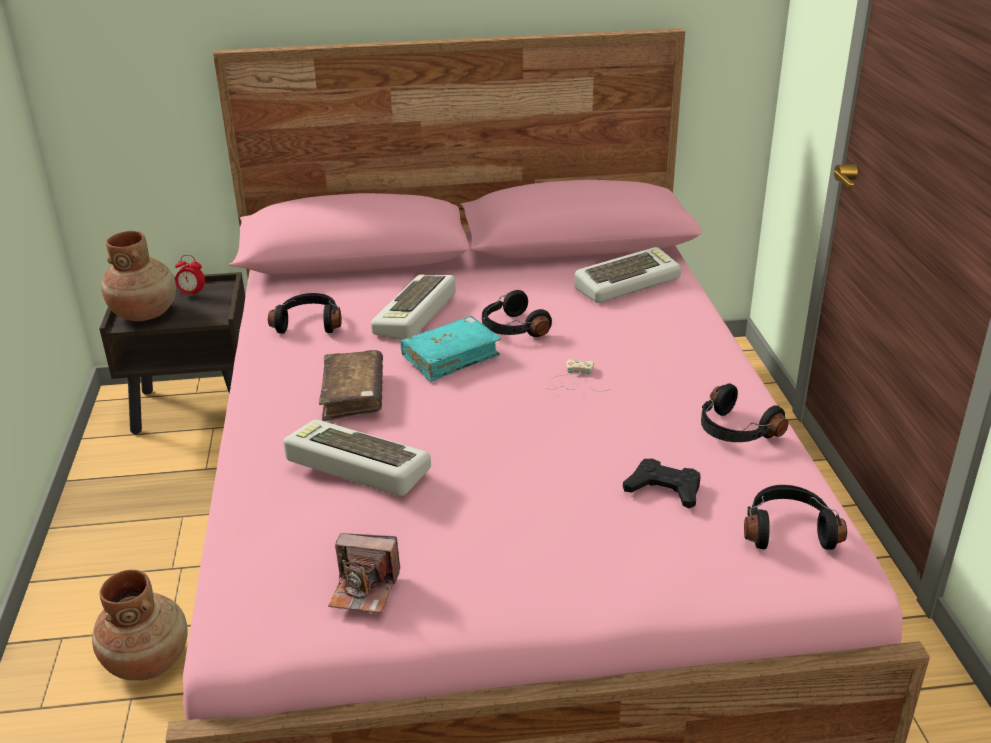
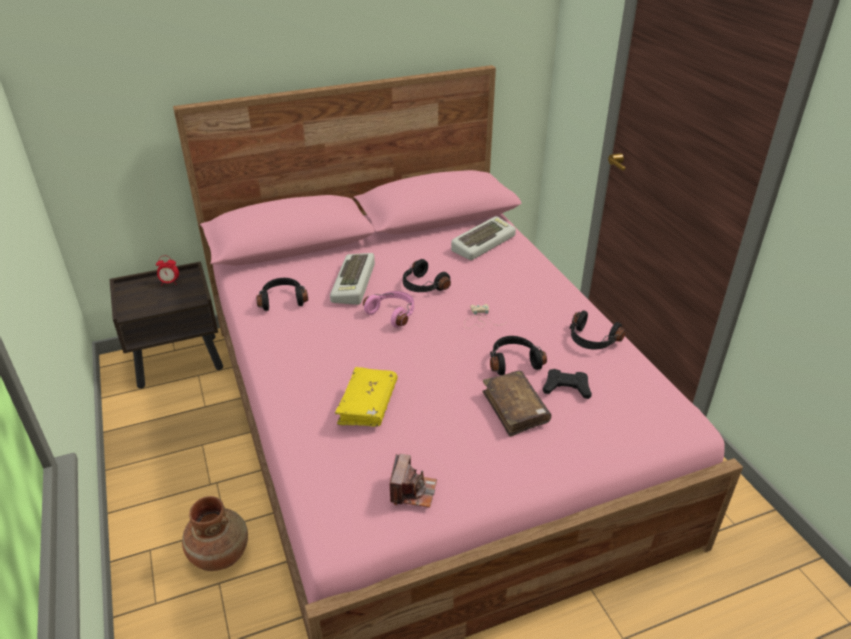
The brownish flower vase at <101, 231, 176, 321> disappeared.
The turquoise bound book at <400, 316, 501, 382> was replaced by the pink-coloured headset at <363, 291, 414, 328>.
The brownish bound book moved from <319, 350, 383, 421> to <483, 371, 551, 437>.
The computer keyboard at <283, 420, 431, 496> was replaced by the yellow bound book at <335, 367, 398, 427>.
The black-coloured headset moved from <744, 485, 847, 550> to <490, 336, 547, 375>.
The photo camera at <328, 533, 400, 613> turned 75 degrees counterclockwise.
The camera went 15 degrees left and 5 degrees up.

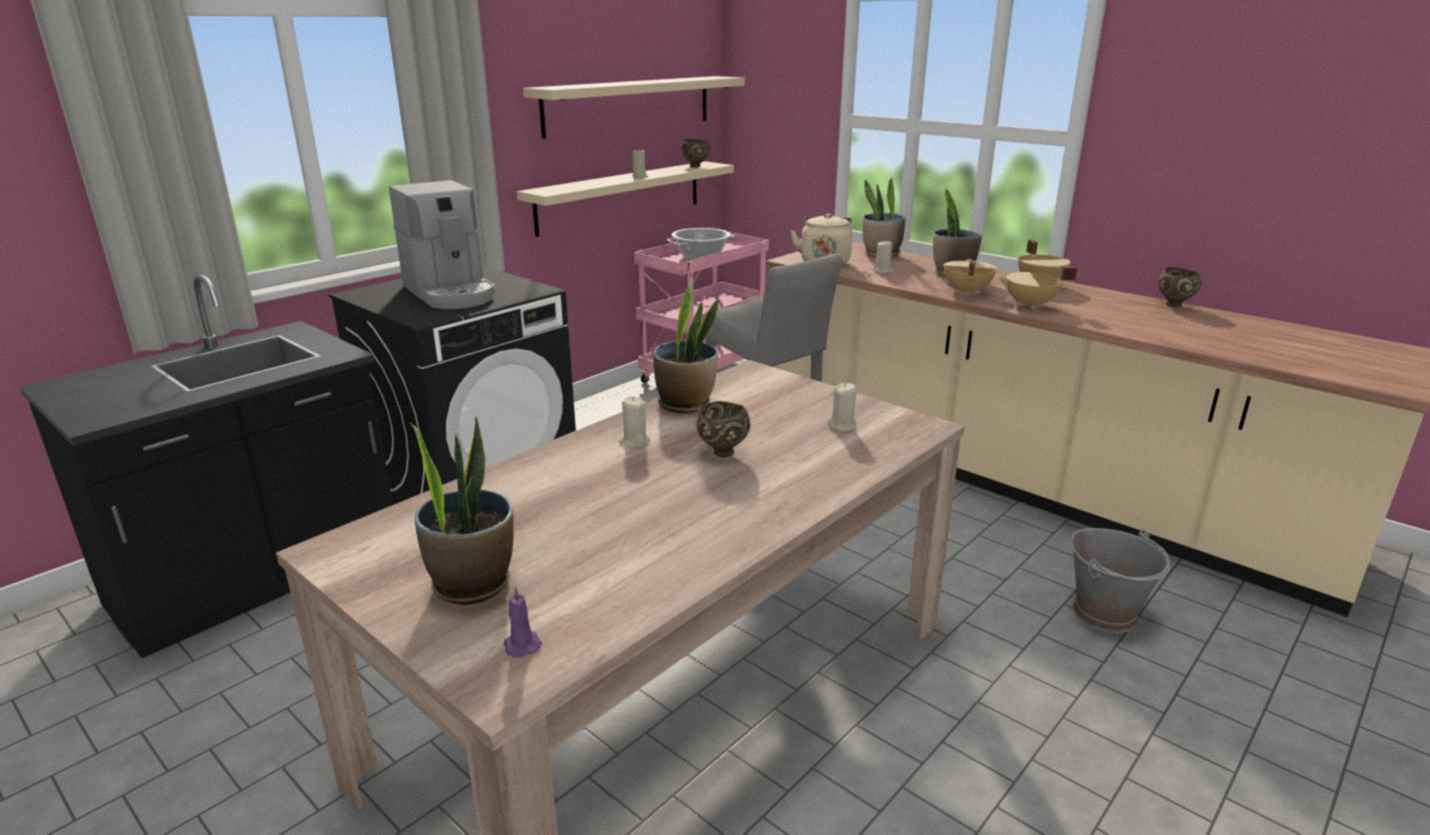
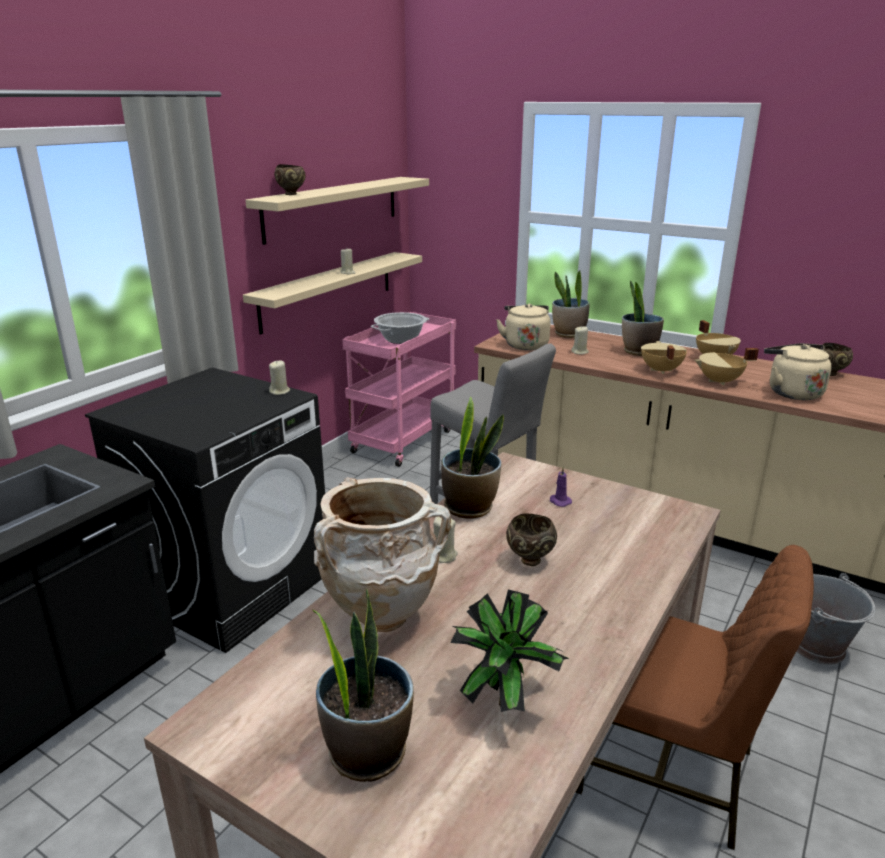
The brownish deep dish moved from <682, 139, 710, 167> to <274, 164, 306, 195>.
The coffee machine at <389, 180, 496, 309> disappeared.
The beige-coloured wax light moved from <828, 383, 857, 431> to <269, 360, 290, 395>.
The purple wax light moved from <504, 586, 542, 658> to <550, 467, 572, 507>.
The beige-coloured tea kettle at <764, 343, 832, 400> appeared.
The beige-coloured flower vase at <314, 477, 451, 632> appeared.
The brownish chair at <575, 545, 814, 850> appeared.
The potted plant at <450, 590, 569, 712> appeared.
The camera went 10 degrees left and 0 degrees up.

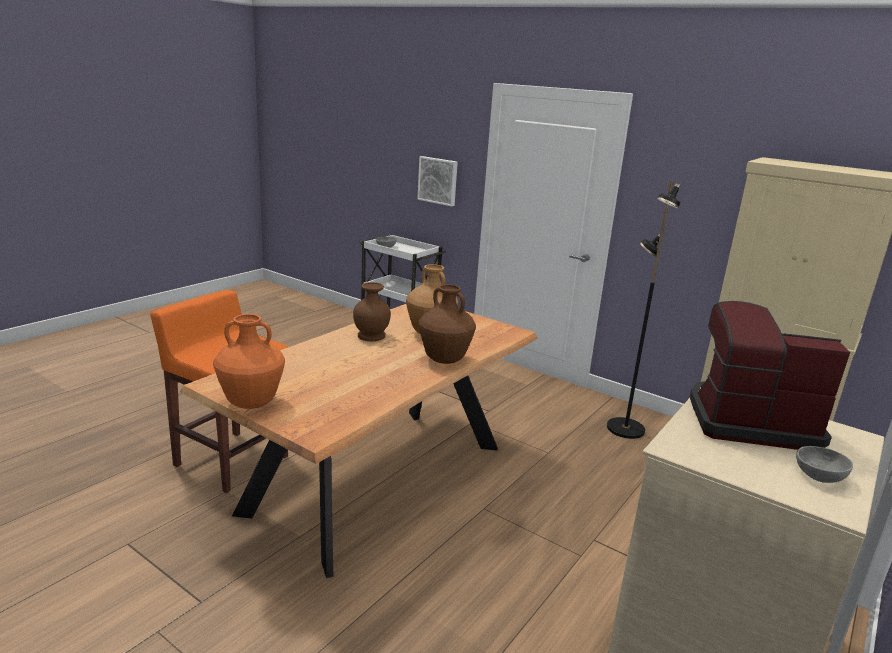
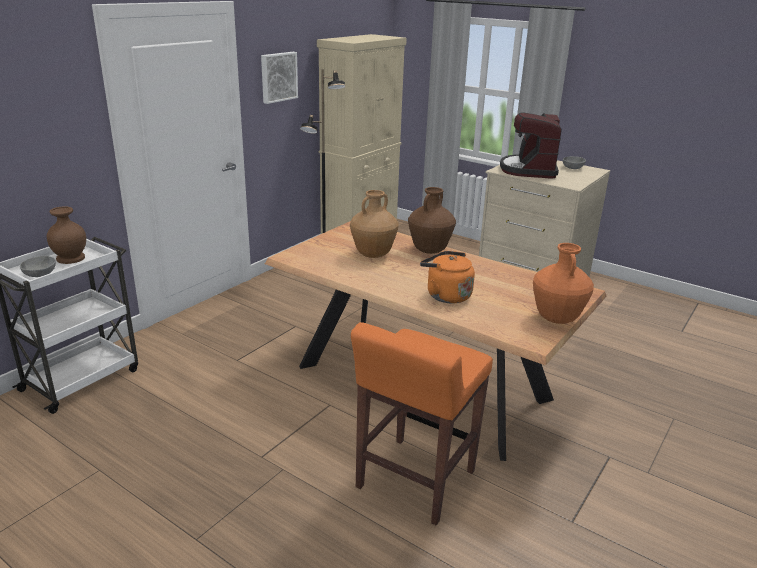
The wall picture moved from <417, 156, 458, 206> to <261, 52, 298, 104>.
The brownish flower vase moved from <353, 282, 391, 341> to <47, 206, 86, 264>.
The orangey tea kettle at <420, 251, 475, 303> appeared.
The camera went 90 degrees left and 5 degrees up.

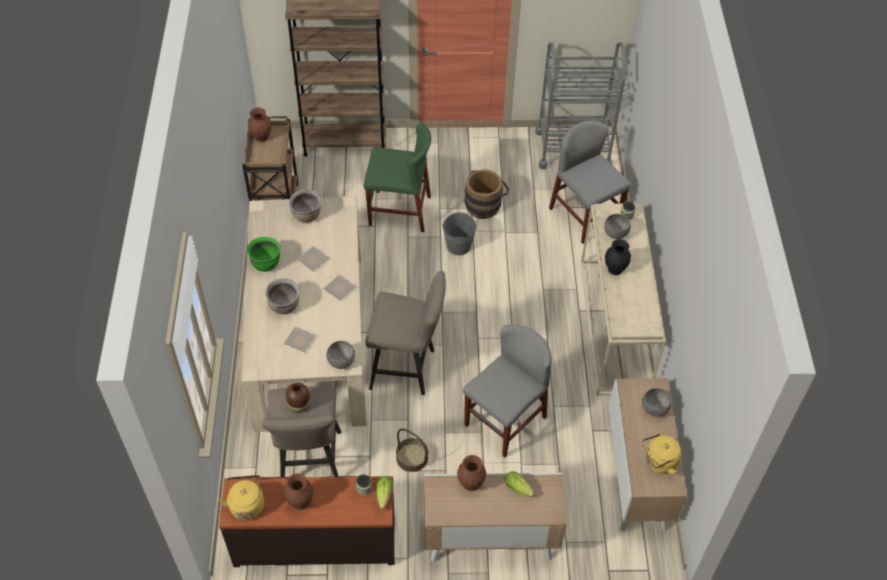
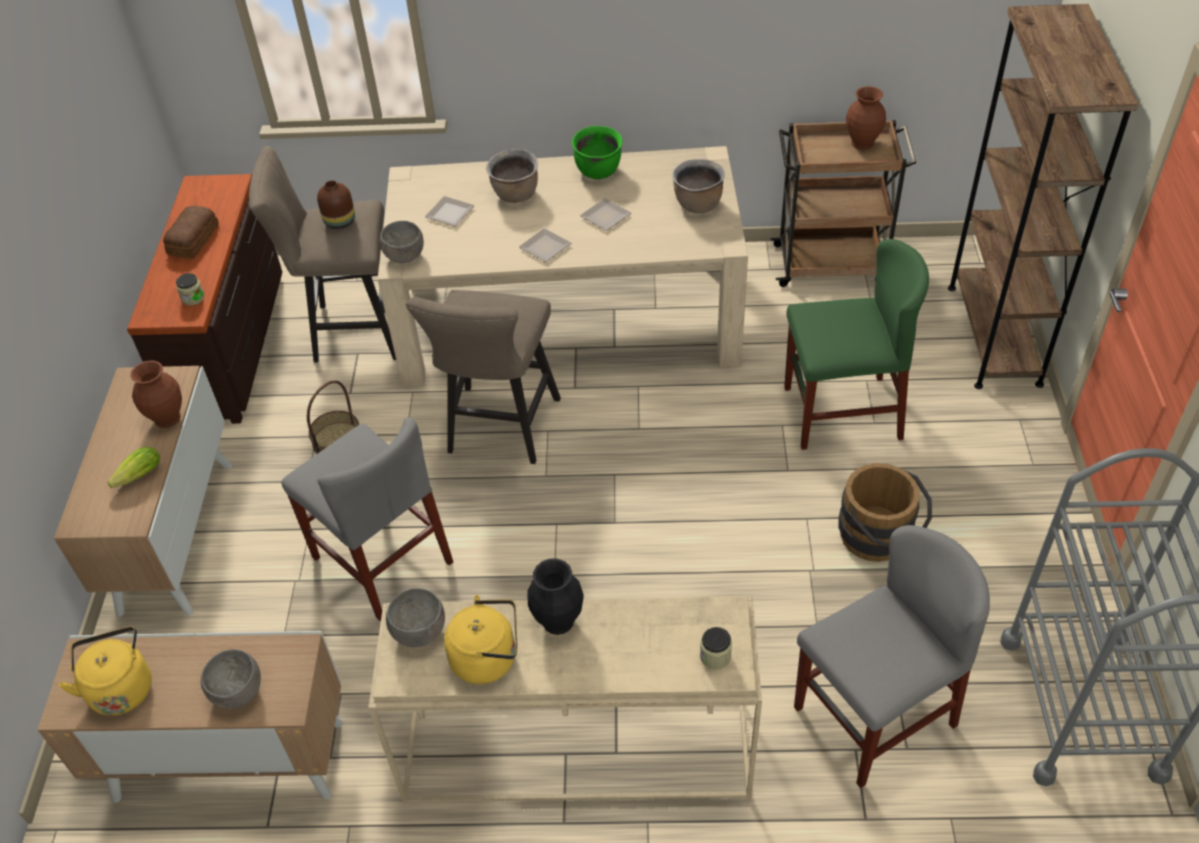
The greenish chair at <364, 124, 431, 232> turned 105 degrees counterclockwise.
The gray pail at <442, 212, 477, 255> disappeared.
The gray deep dish moved from <604, 214, 631, 239> to <386, 588, 445, 647>.
The brownish flower vase at <284, 473, 313, 510> was replaced by the baked bread at <163, 206, 219, 259>.
The yellow tea kettle moved from <219, 475, 264, 520> to <444, 595, 518, 684>.
The lettuce at <376, 476, 393, 509> disappeared.
The camera went 95 degrees right and 5 degrees down.

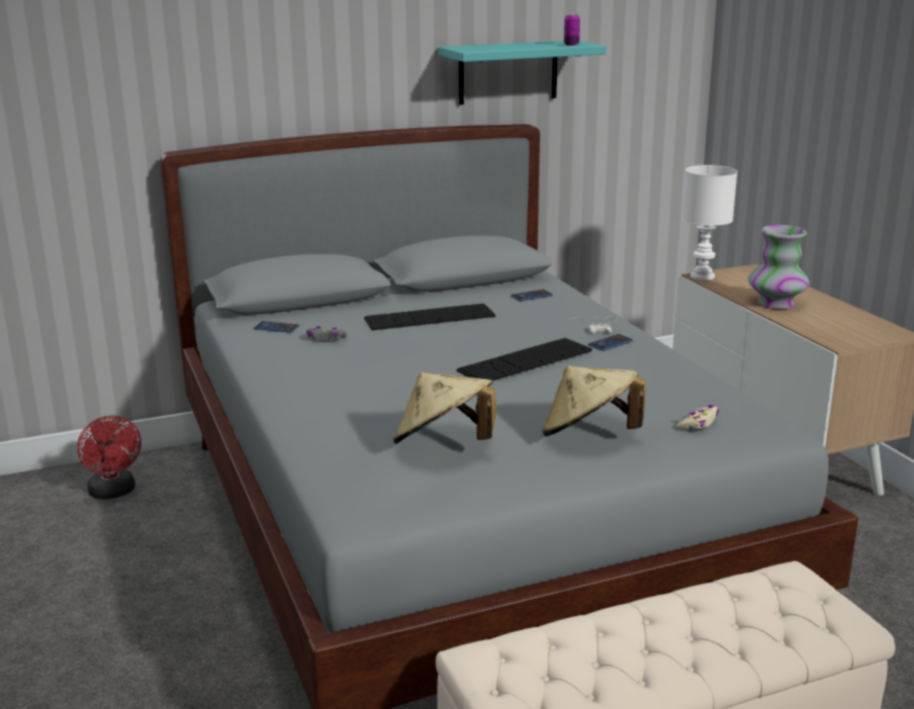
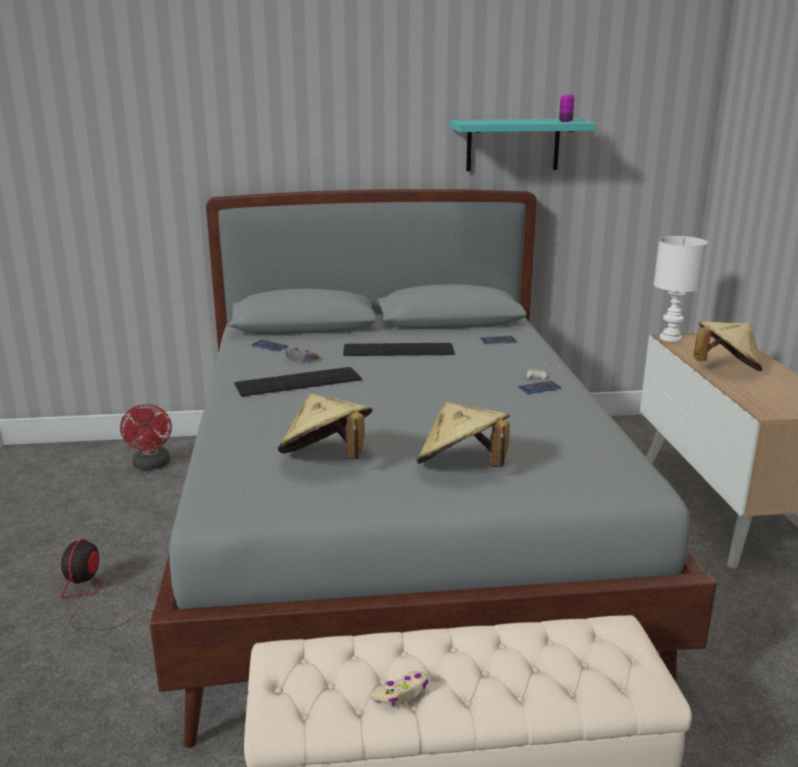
The flower vase at <748, 225, 809, 309> was replaced by the beige-coloured clothing hat at <694, 321, 763, 371>.
The computer keyboard moved from <457, 338, 592, 381> to <235, 367, 362, 397>.
The beige-coloured gamepad moved from <676, 405, 719, 429> to <369, 671, 428, 706>.
The electric fan at <61, 539, 154, 630> appeared.
The camera went 15 degrees right and 0 degrees up.

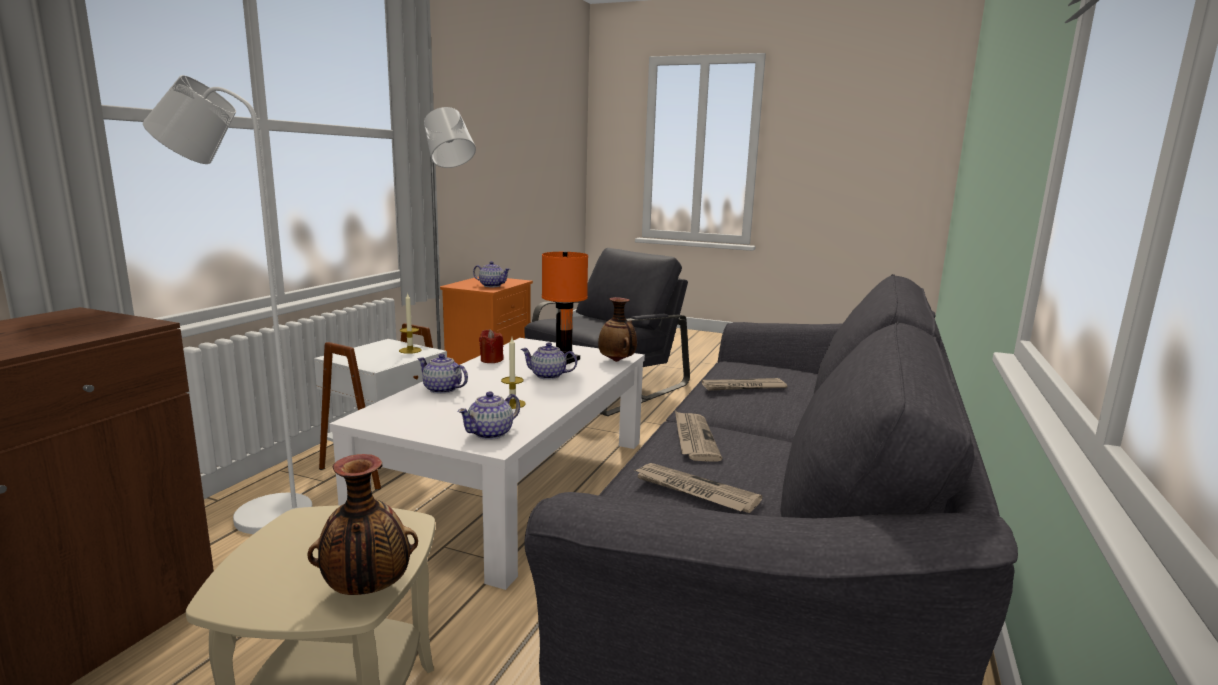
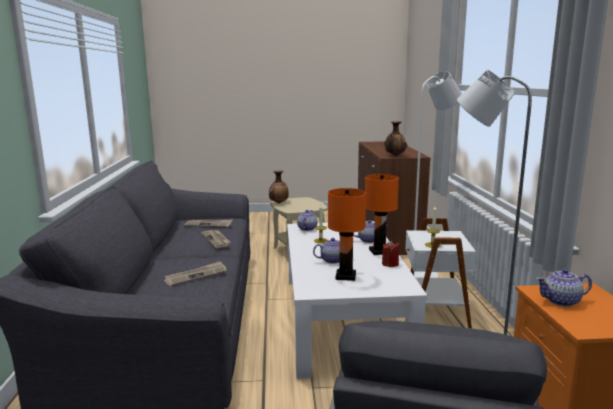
The flower vase moved from <598, 297, 637, 362> to <384, 121, 407, 156>.
The orangey table lamp at <365, 174, 399, 255> appeared.
The camera went 155 degrees right and 0 degrees up.

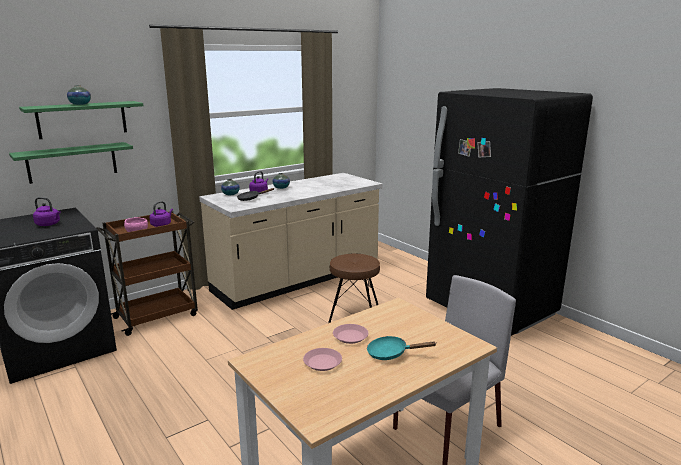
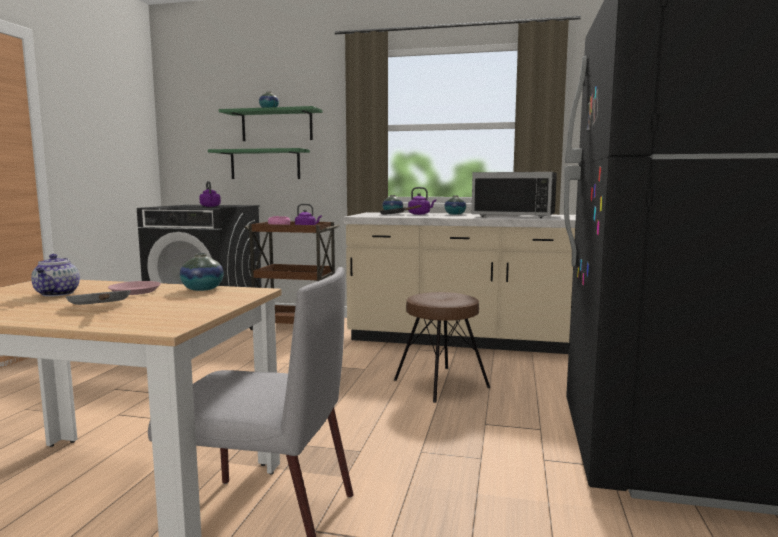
The turquoise skillet at <367, 336, 436, 360> became the gray skillet at <66, 290, 131, 305>.
The pink-coloured plate at <303, 348, 342, 371> was replaced by the pot for tea at <31, 254, 80, 297>.
The black-coloured microwave at <472, 172, 557, 218> appeared.
The flower vase at <180, 253, 224, 291> appeared.
The camera went 50 degrees right and 10 degrees down.

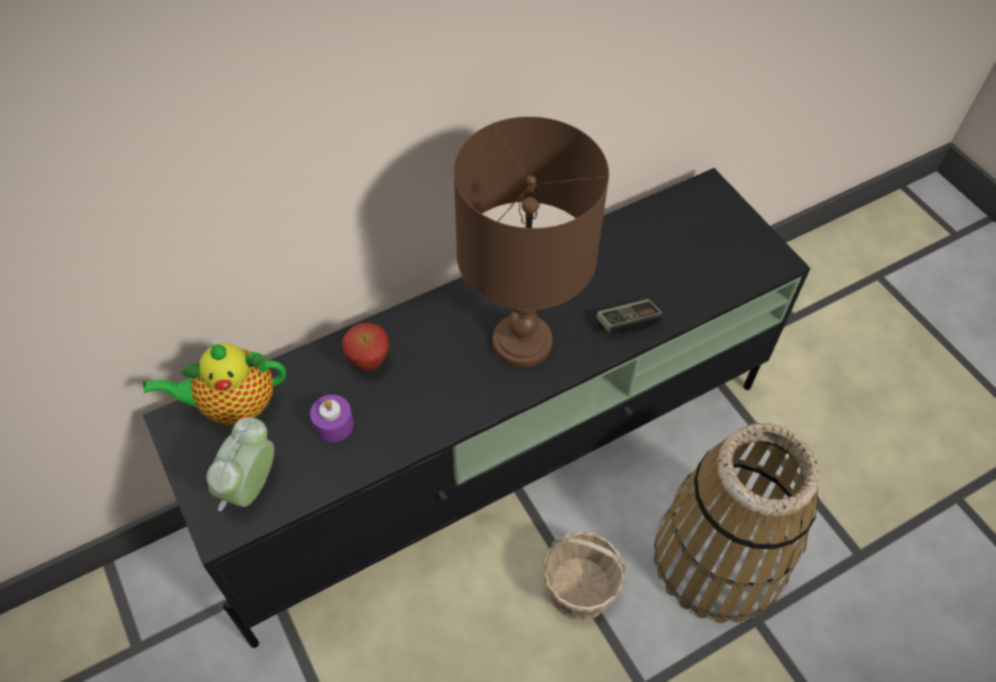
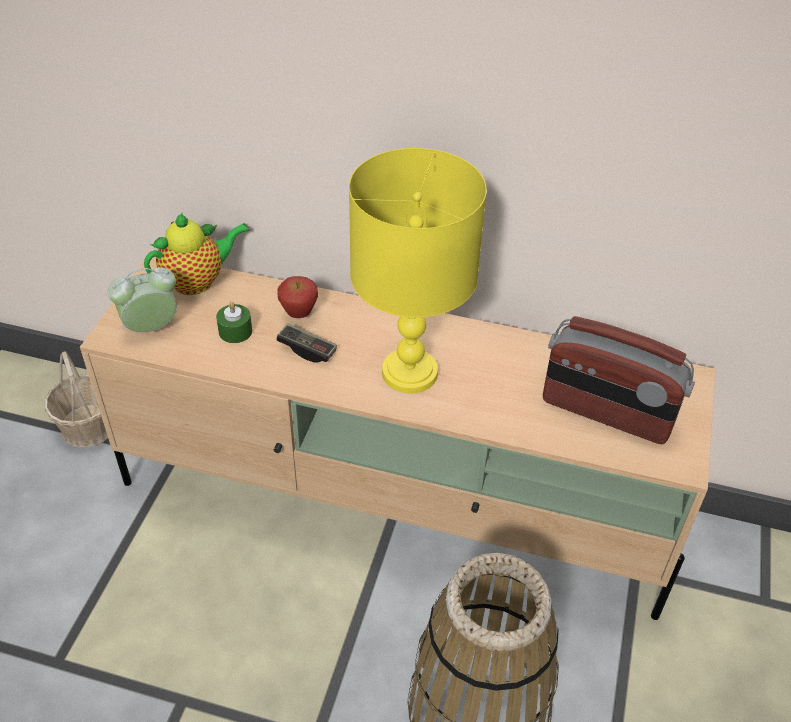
The brownish table lamp at <454, 117, 609, 367> became the yellow table lamp at <349, 148, 487, 393>.
The black-coloured media console at <143, 168, 811, 648> became the beige-coloured media console at <80, 257, 715, 620>.
The gamepad moved from <597, 299, 662, 333> to <276, 324, 337, 363>.
The pot for tea at <143, 343, 286, 425> turned 120 degrees clockwise.
The purple wax light at <310, 395, 354, 442> became the greenish wax light at <216, 302, 252, 343>.
The basket moved from <542, 532, 626, 621> to <45, 351, 108, 448>.
The radio set at <543, 316, 695, 444> appeared.
The camera went 45 degrees right and 10 degrees down.

